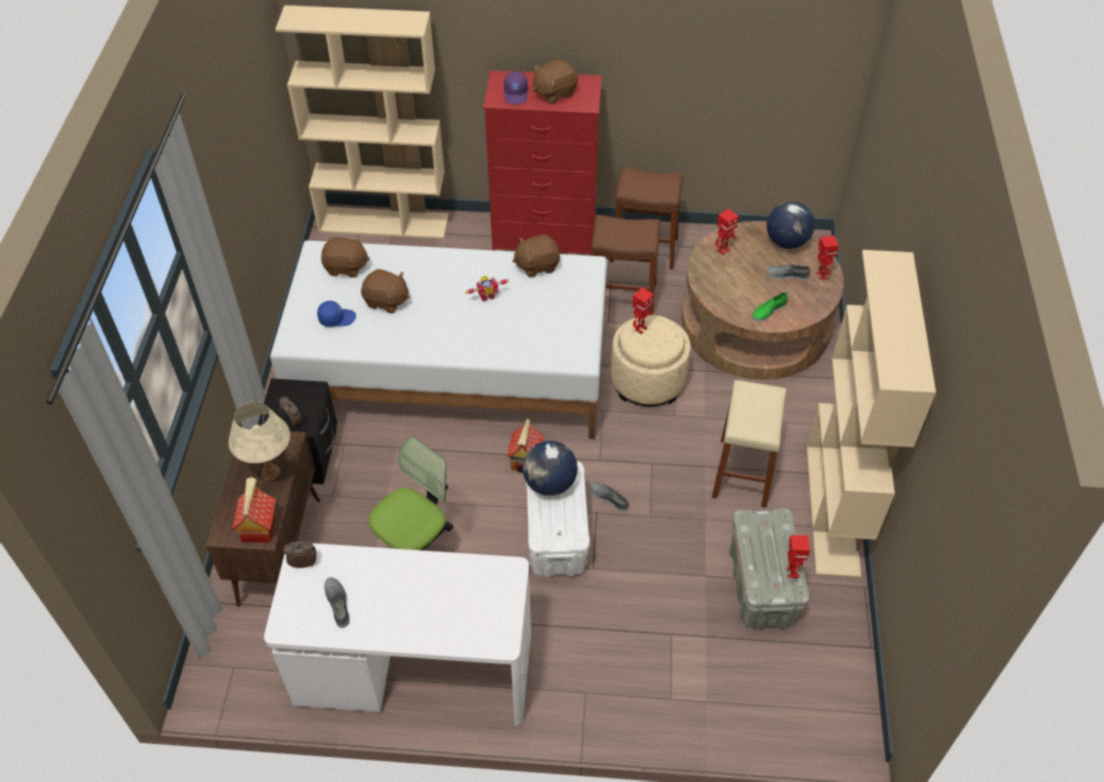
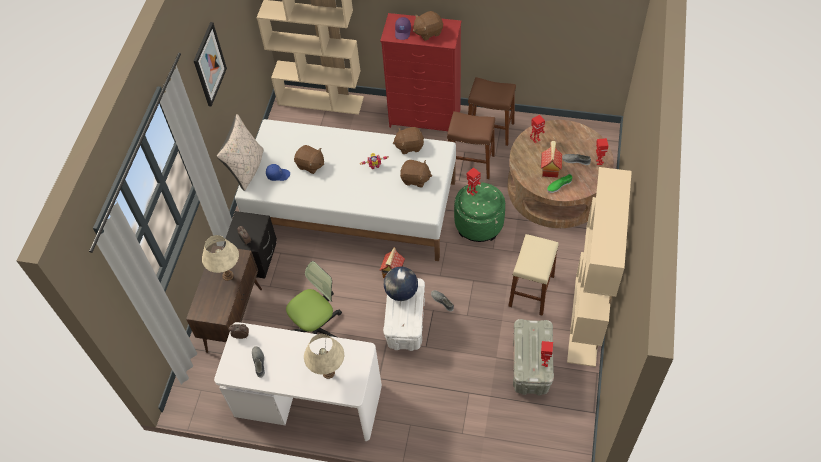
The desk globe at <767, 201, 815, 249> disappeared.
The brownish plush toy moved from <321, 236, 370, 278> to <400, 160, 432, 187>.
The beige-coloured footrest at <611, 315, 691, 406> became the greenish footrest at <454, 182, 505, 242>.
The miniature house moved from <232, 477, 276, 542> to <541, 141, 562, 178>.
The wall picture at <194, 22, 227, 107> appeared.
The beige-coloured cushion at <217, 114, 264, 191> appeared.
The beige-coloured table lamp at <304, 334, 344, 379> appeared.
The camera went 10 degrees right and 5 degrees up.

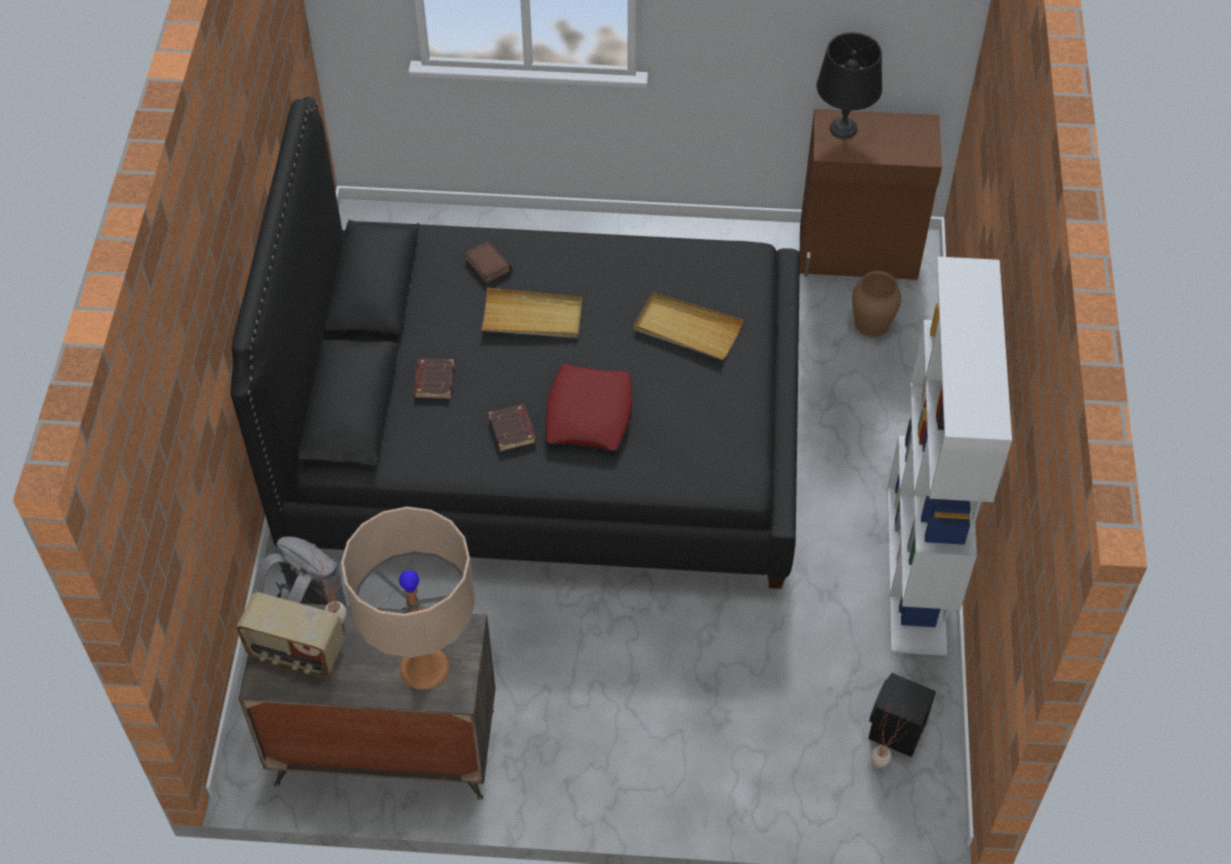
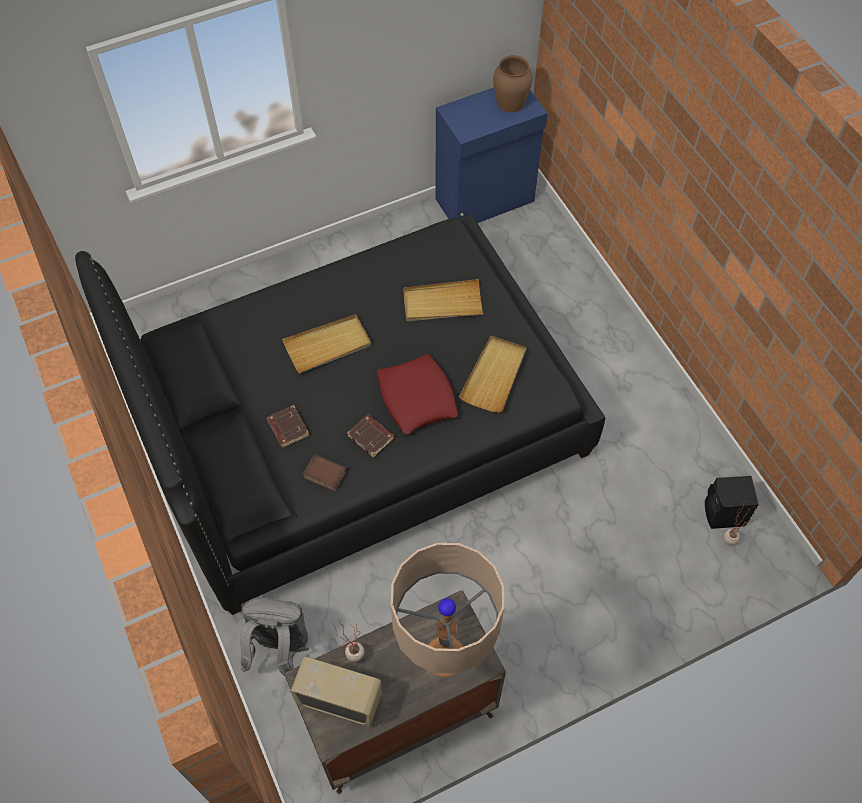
The black-coloured table lamp at <816, 32, 882, 139> disappeared.
The brownish storage cabinet at <800, 109, 942, 280> became the blue storage cabinet at <435, 87, 548, 223>.
The bound book moved from <465, 240, 512, 284> to <303, 454, 347, 492>.
The whitish bookshelf at <887, 256, 1012, 656> disappeared.
The brownish flower vase moved from <852, 271, 901, 337> to <493, 55, 532, 113>.
The radio set at <236, 592, 345, 676> turned 150 degrees counterclockwise.
The beige-coloured tray at <459, 336, 526, 413> appeared.
The camera went 30 degrees left and 5 degrees up.

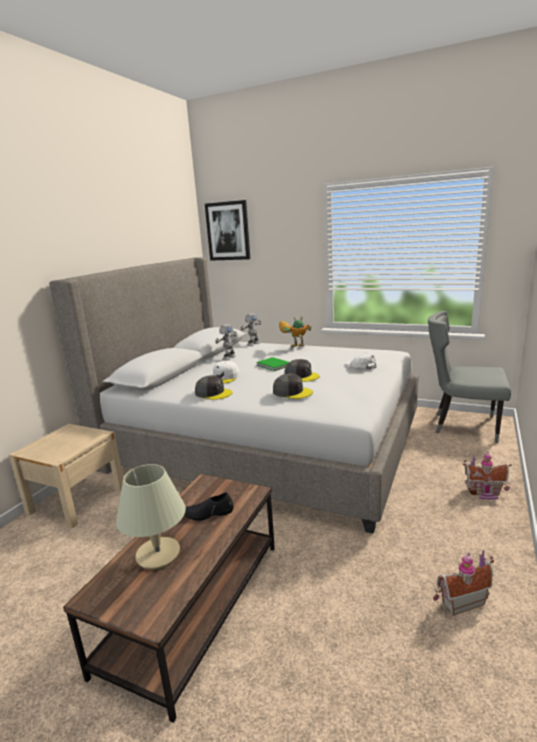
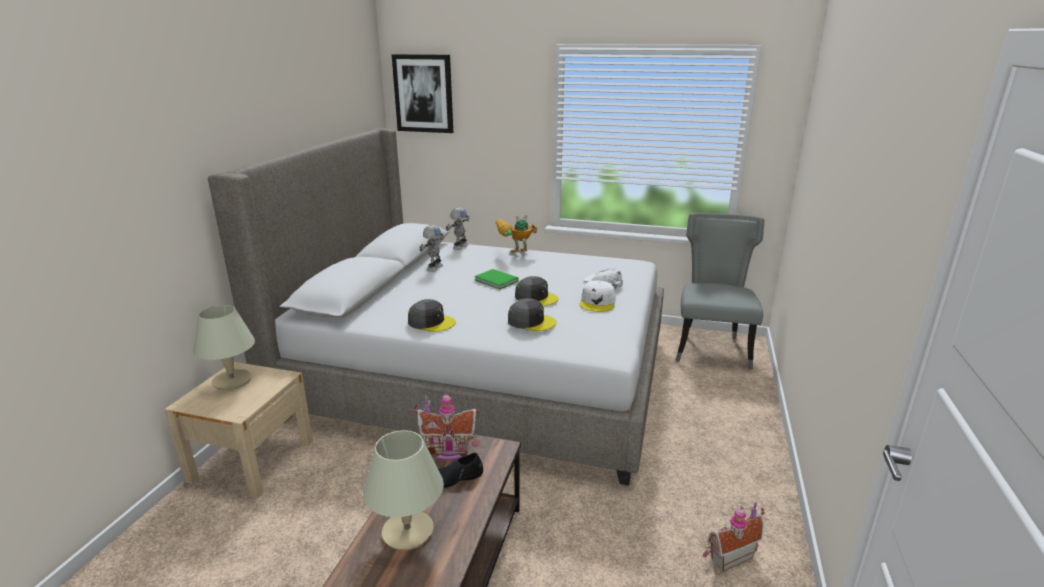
The gray chair at <428, 311, 511, 443> turned 90 degrees clockwise.
The whitish baseball cap moved from <213, 361, 240, 383> to <580, 280, 616, 312>.
The miniature house moved from <462, 451, 512, 499> to <413, 392, 481, 460>.
The beige-coloured table lamp at <193, 305, 255, 390> appeared.
The camera went 10 degrees left and 5 degrees up.

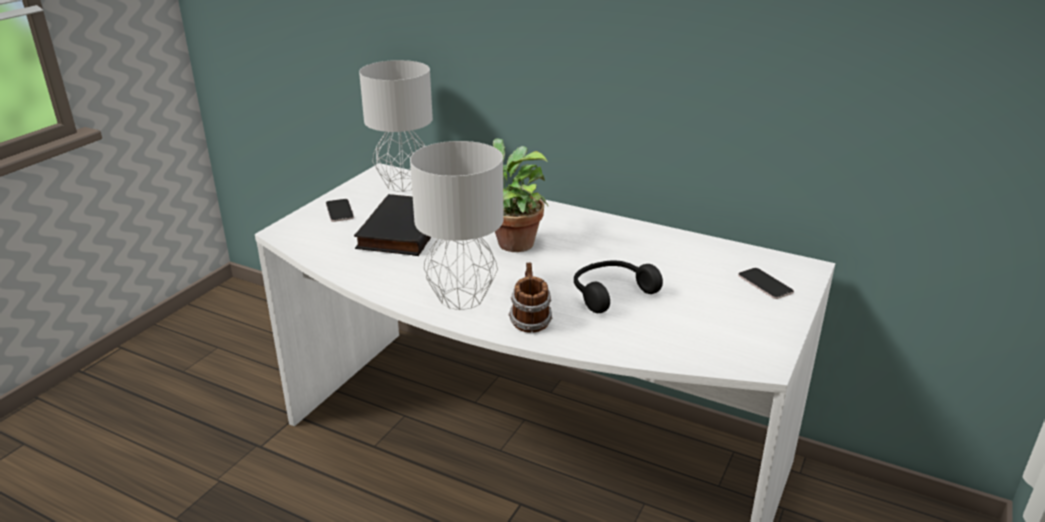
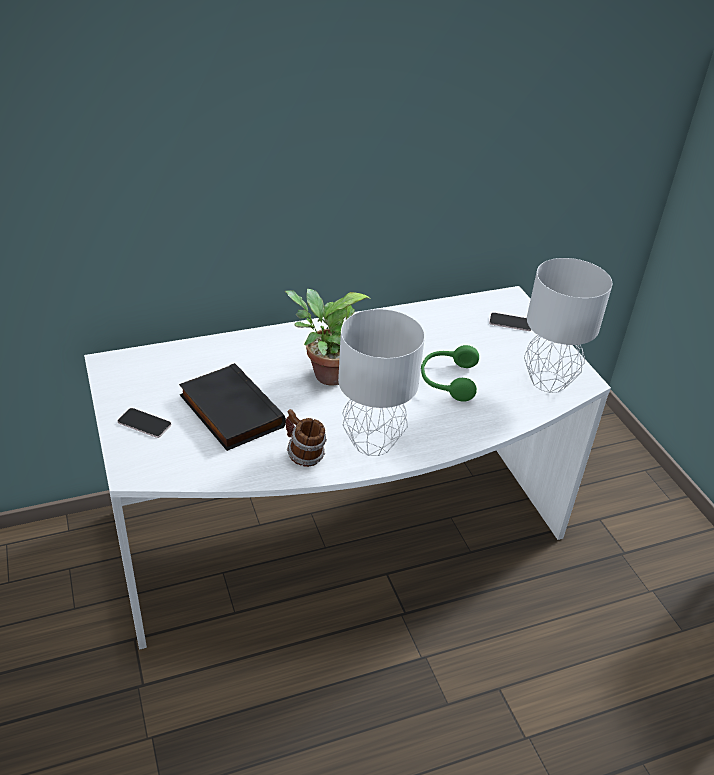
The gray table lamp moved from <359, 60, 433, 192> to <524, 258, 612, 393>.
The black-coloured headset at <574, 261, 663, 313> became the greenish headset at <421, 345, 479, 402>.
The mug moved from <508, 263, 552, 333> to <286, 409, 327, 467>.
The camera went 50 degrees left and 10 degrees up.

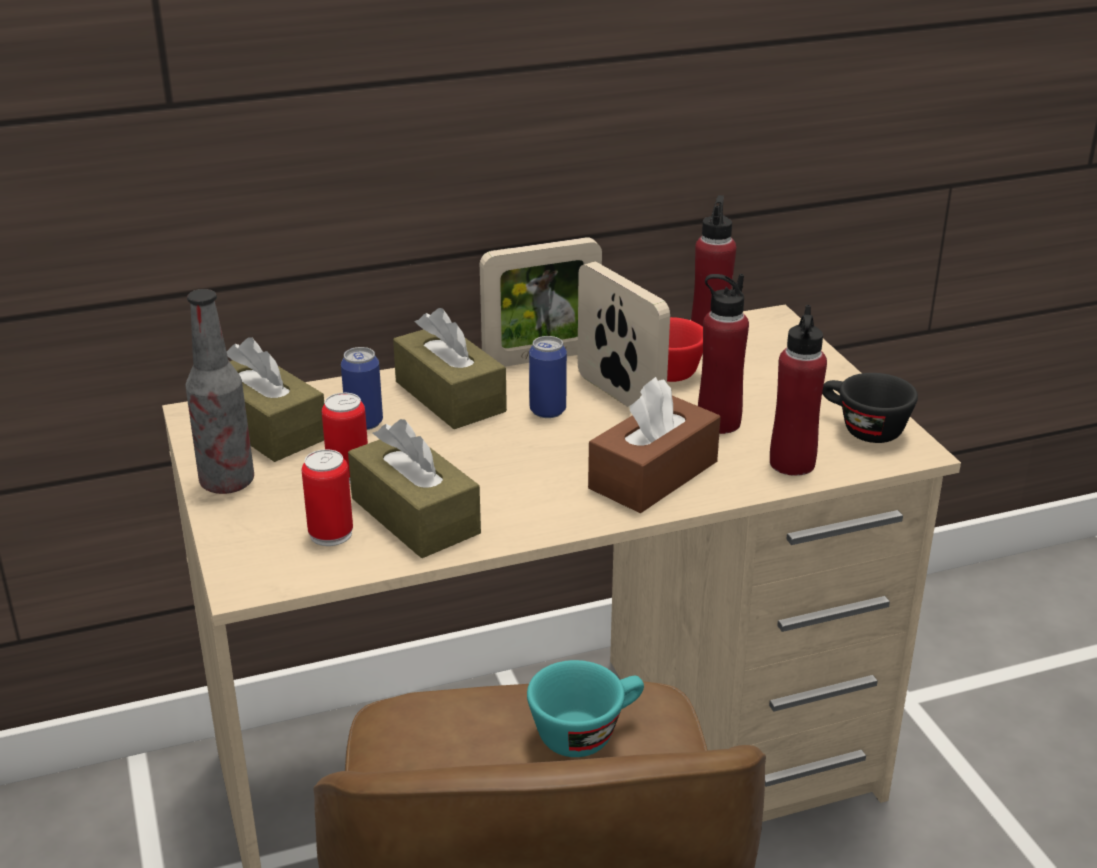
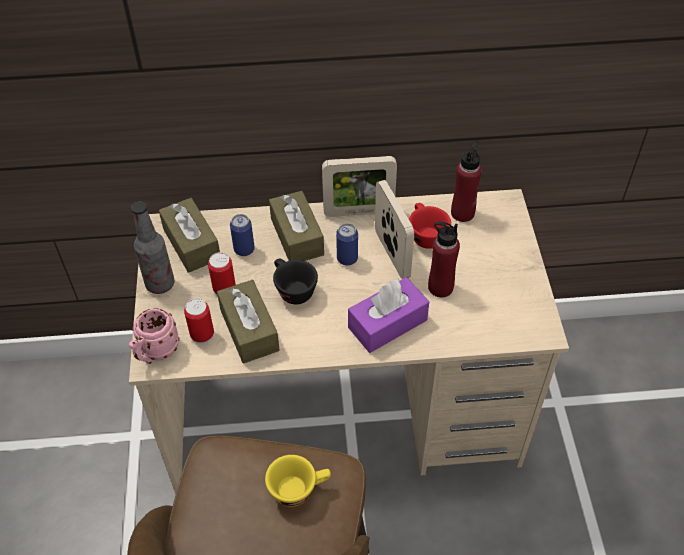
The red-coloured beverage bottle at <770, 305, 827, 476> disappeared.
The black-coloured drinking cup moved from <822, 373, 918, 443> to <273, 259, 318, 304>.
The brownish box of tissues at <588, 377, 721, 513> became the purple box of tissues at <348, 277, 429, 353>.
The turquoise drinking cup at <527, 660, 644, 757> became the yellow drinking cup at <265, 455, 331, 507>.
The pink-coloured mug at <129, 308, 180, 364> appeared.
The camera went 15 degrees right and 20 degrees up.

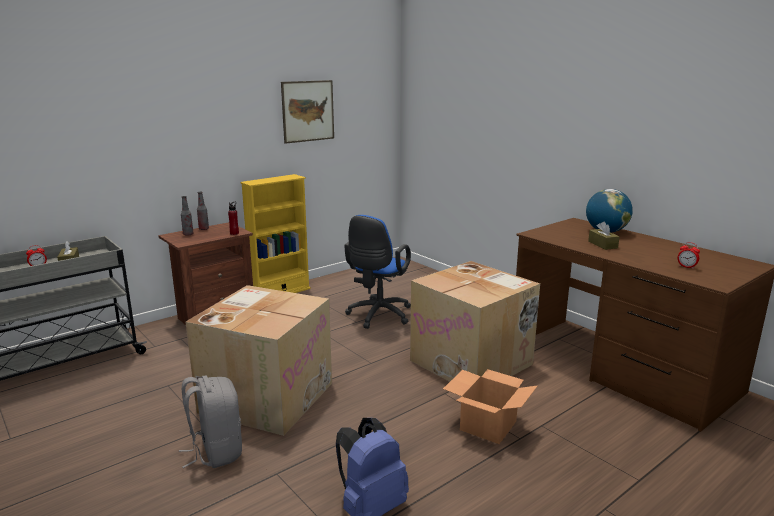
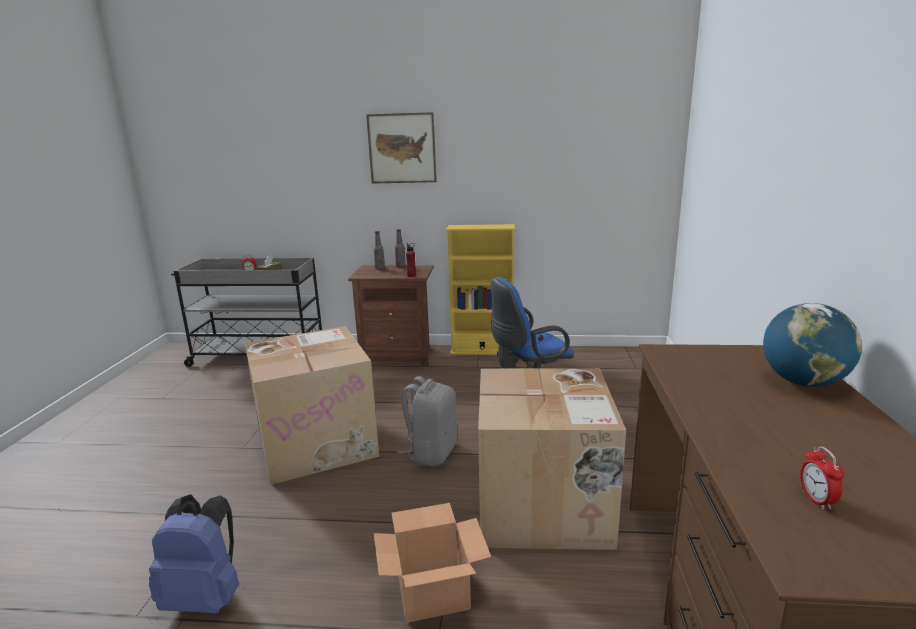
The wall picture moved from <281, 80, 334, 144> to <366, 112, 437, 184>.
The brownish box of tissues at <588, 221, 620, 250> disappeared.
The gray backpack moved from <179, 375, 242, 468> to <398, 376, 457, 466>.
The camera went 45 degrees right and 0 degrees up.

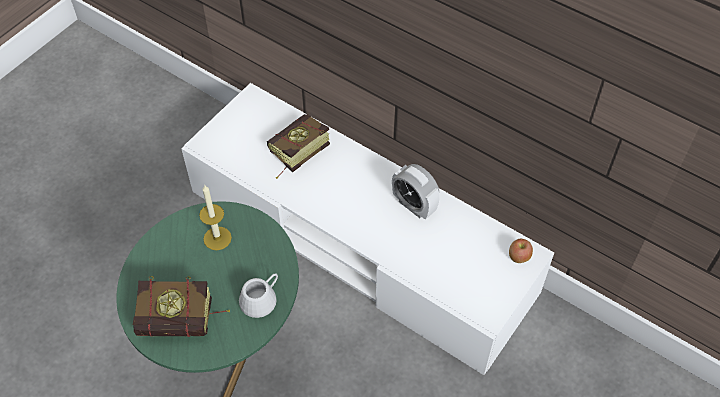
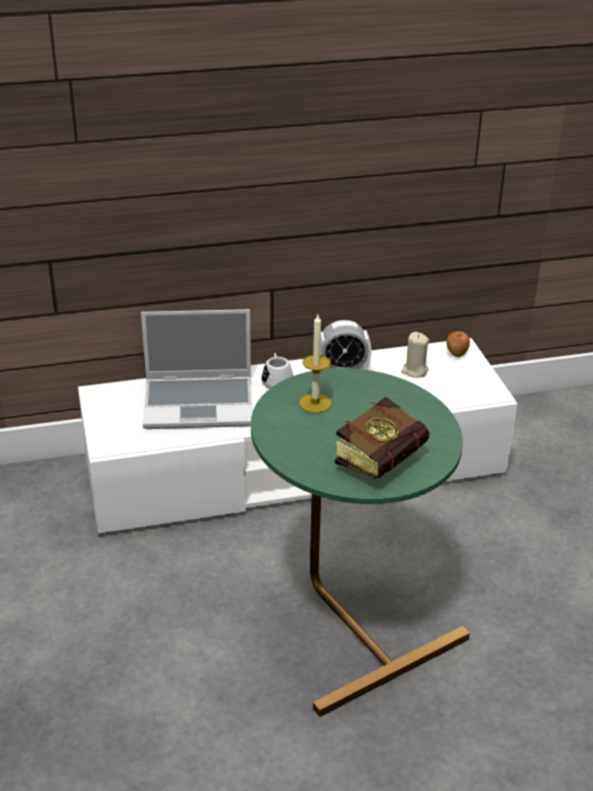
The bound book at <267, 114, 330, 179> was replaced by the laptop at <141, 309, 253, 429>.
The whitish mug moved from <239, 273, 278, 318> to <262, 353, 293, 389>.
The beige-coloured wax light at <401, 332, 429, 378> appeared.
The camera went 50 degrees left and 20 degrees down.

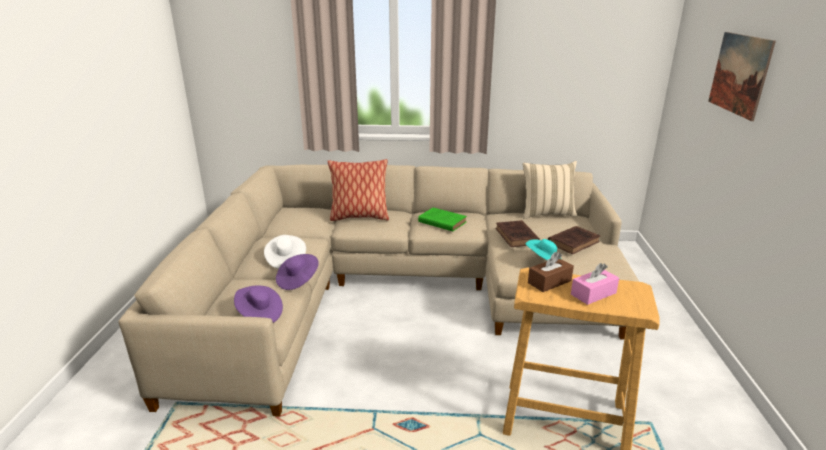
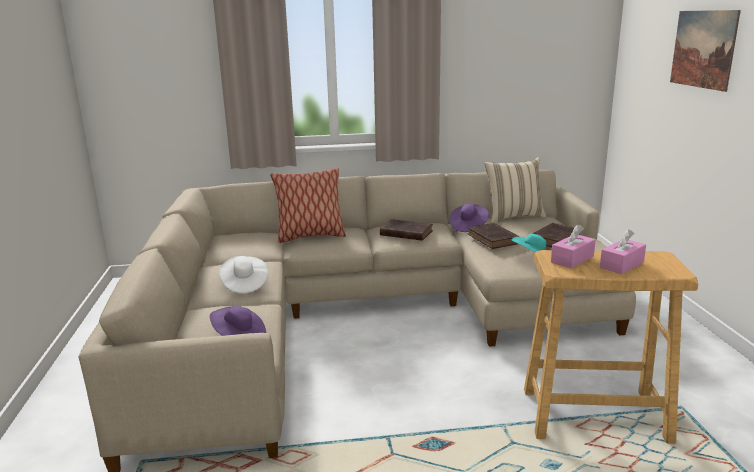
The greenish bound book at <418, 207, 467, 231> became the brownish bound book at <380, 219, 433, 241>.
The brownish box of tissues at <528, 252, 574, 292> became the pink-coloured box of tissues at <551, 225, 596, 268>.
The purple clothing hat moved from <276, 254, 319, 290> to <450, 203, 489, 232>.
The camera went 10 degrees left and 5 degrees down.

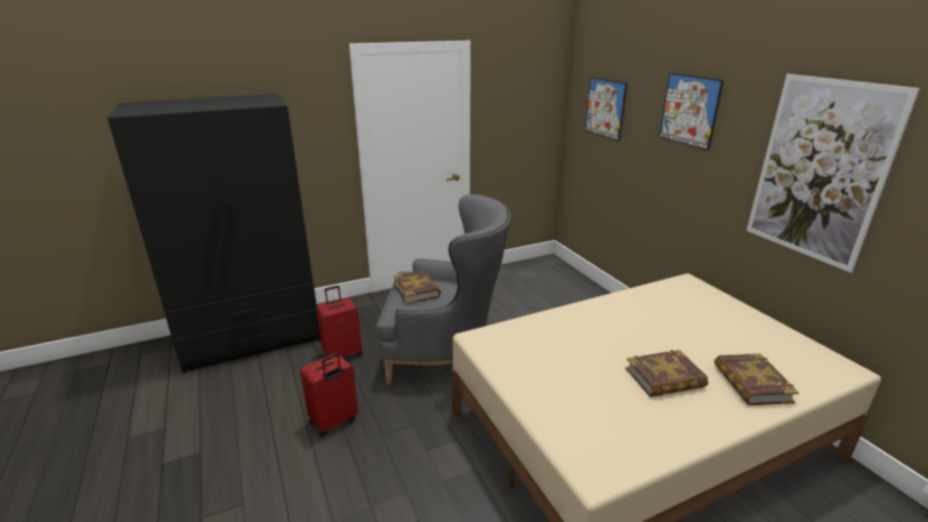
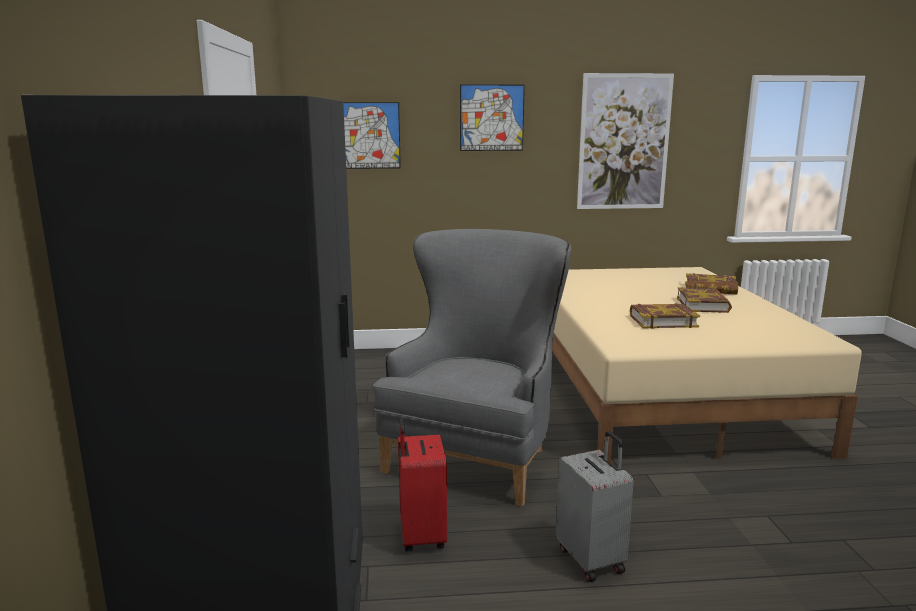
The bound book moved from <393, 270, 441, 304> to <630, 303, 700, 329>.
The red-coloured piece of luggage at <300, 353, 358, 437> became the gray piece of luggage at <556, 431, 634, 582>.
The camera went 70 degrees left and 10 degrees down.

